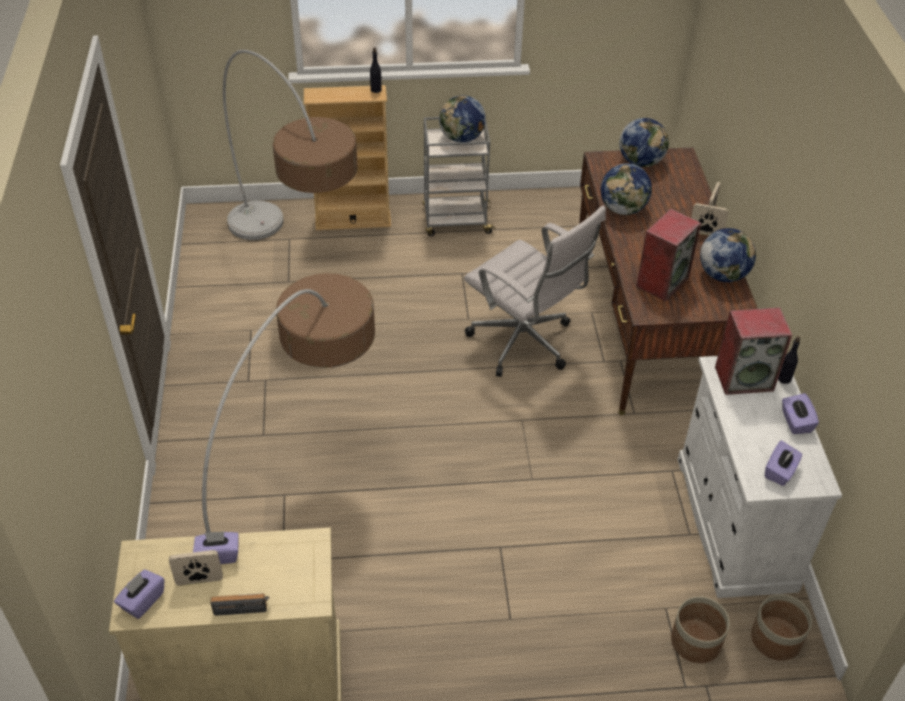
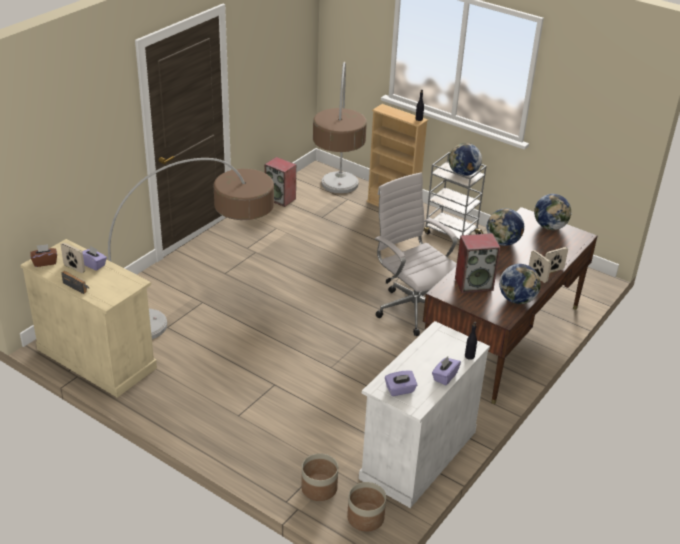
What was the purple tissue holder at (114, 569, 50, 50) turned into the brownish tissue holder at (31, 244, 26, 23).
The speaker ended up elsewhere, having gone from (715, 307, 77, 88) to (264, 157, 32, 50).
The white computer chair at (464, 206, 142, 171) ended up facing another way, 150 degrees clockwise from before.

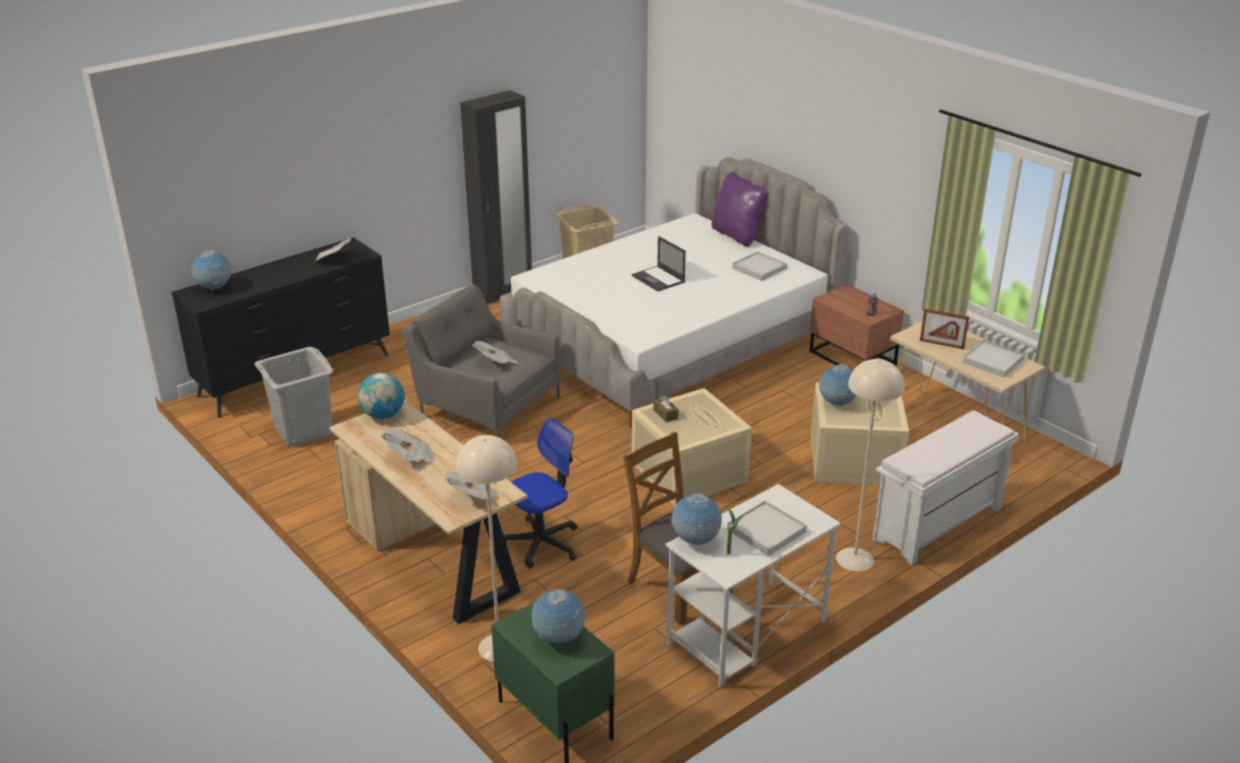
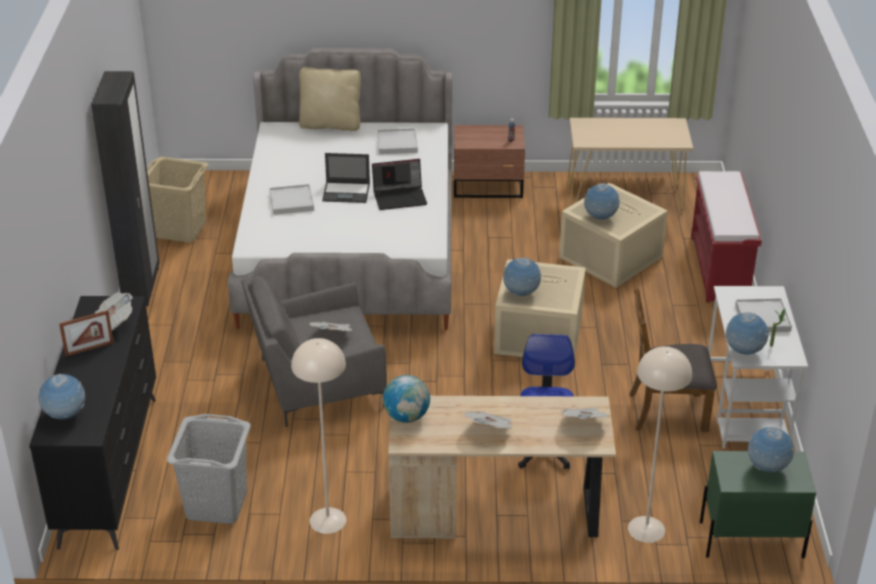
The photo frame ended up elsewhere, having gone from (920, 309, 49, 40) to (59, 310, 55, 46).
The white carrying tray ended up elsewhere, having gone from (963, 340, 62, 37) to (269, 184, 45, 31).
The sand-coloured standard lamp ended up elsewhere, having gone from (836, 359, 69, 213) to (291, 338, 56, 196).
What was the purple cushion at (712, 172, 56, 75) turned into the sand-coloured cushion at (299, 67, 62, 64).
The second view gained the portable computer at (372, 159, 55, 51).
Where the brownish tissue holder stood at (653, 395, 26, 27), the desk globe came to stand at (503, 257, 38, 39).
What was the white bench at (872, 410, 147, 155) turned into the red bench at (691, 171, 71, 132).

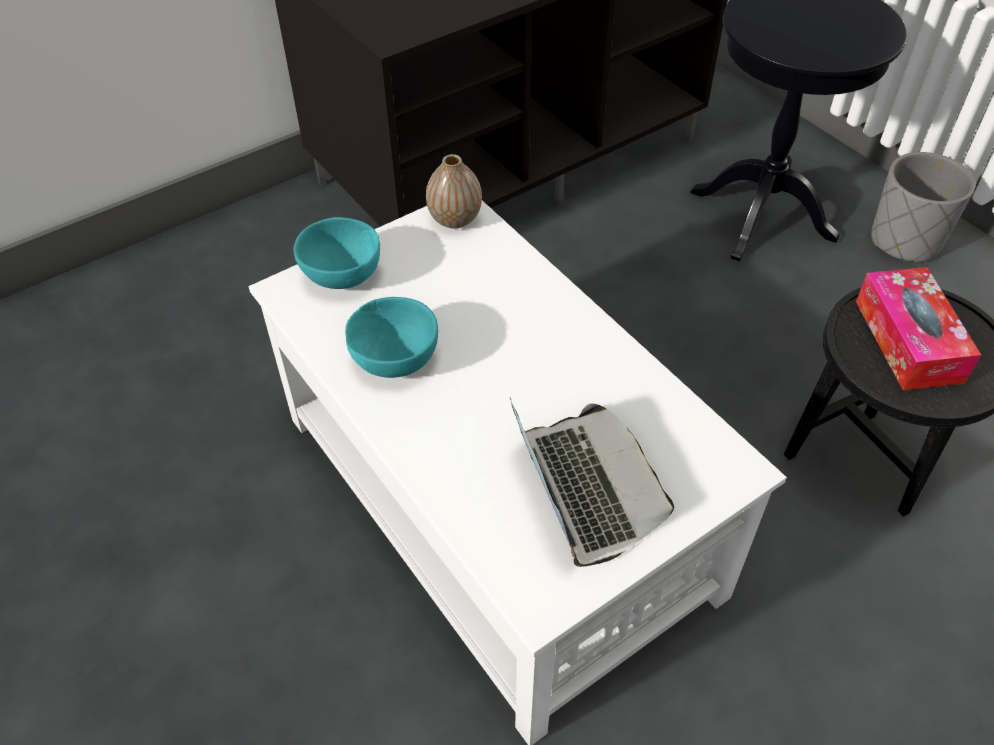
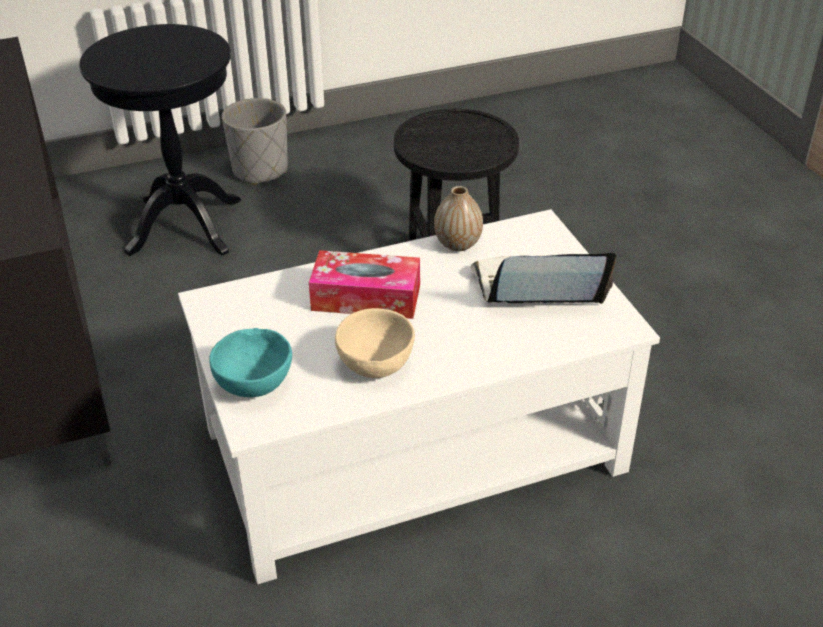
The tissue holder ended up elsewhere, having gone from (856, 267, 125, 123) to (309, 250, 111, 69).
What was the blue-green deep dish at (345, 297, 93, 81) turned into the sand-coloured deep dish at (335, 308, 80, 70).
The flower vase ended up elsewhere, having gone from (426, 154, 56, 75) to (434, 186, 49, 65).

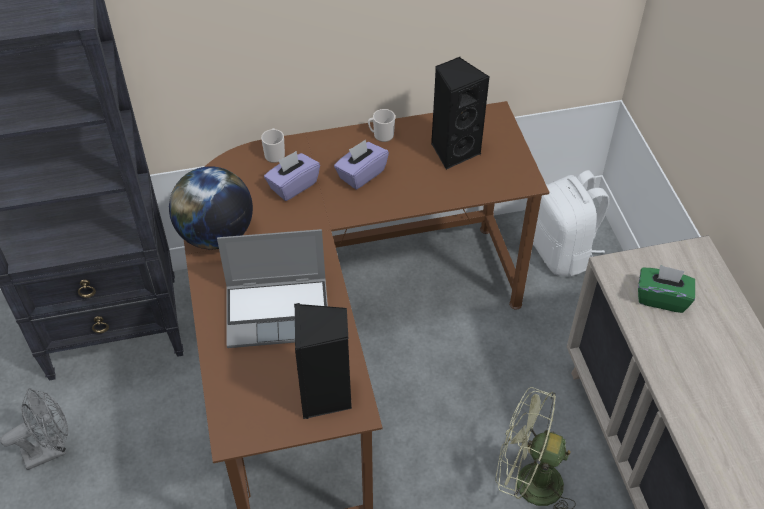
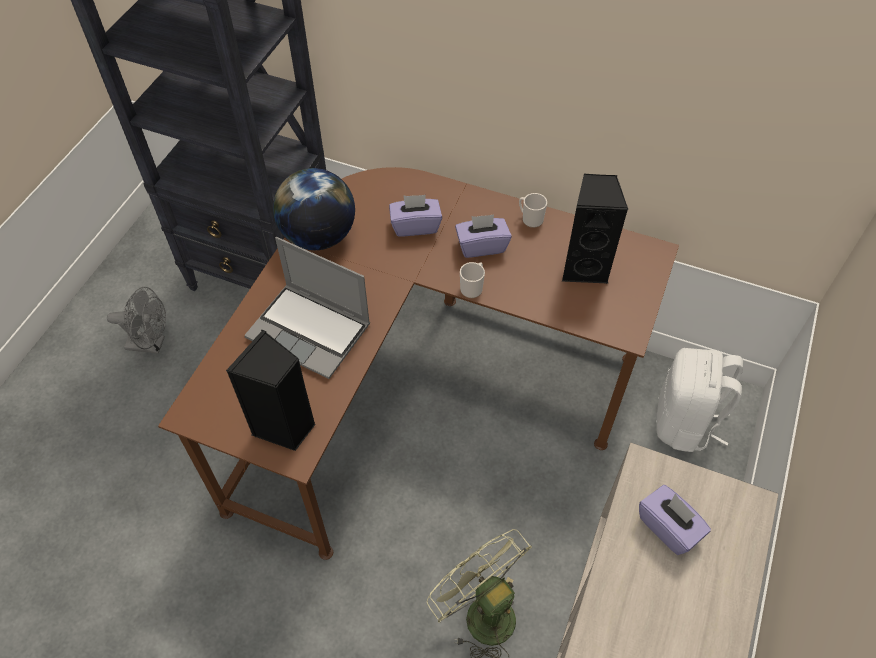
The tea mug ended up elsewhere, having gone from (261, 128, 24, 35) to (460, 262, 25, 36).
What was the green tissue holder at (638, 265, 57, 48) turned into the purple tissue holder at (639, 485, 72, 70).

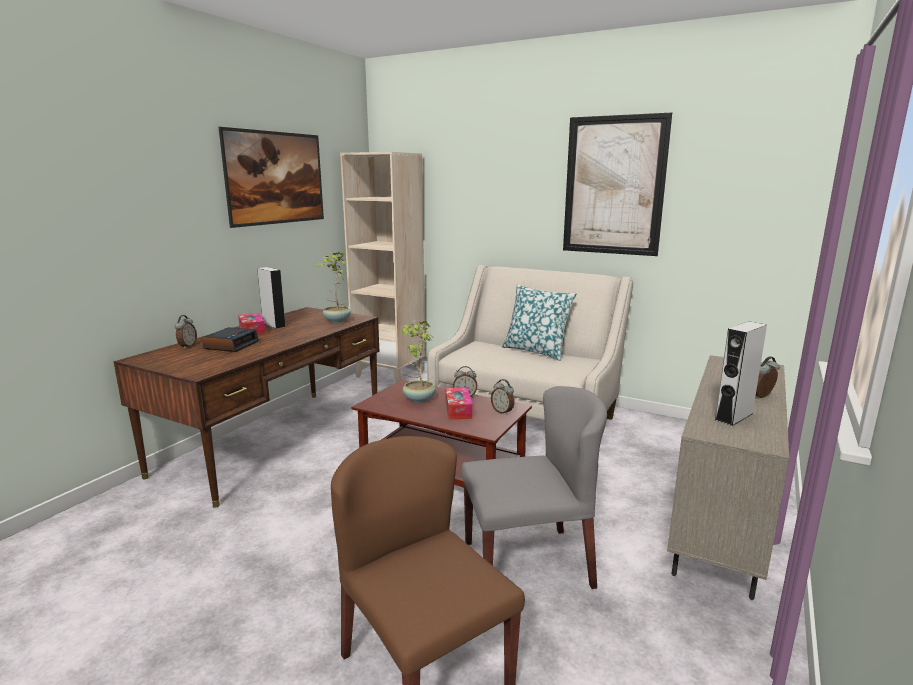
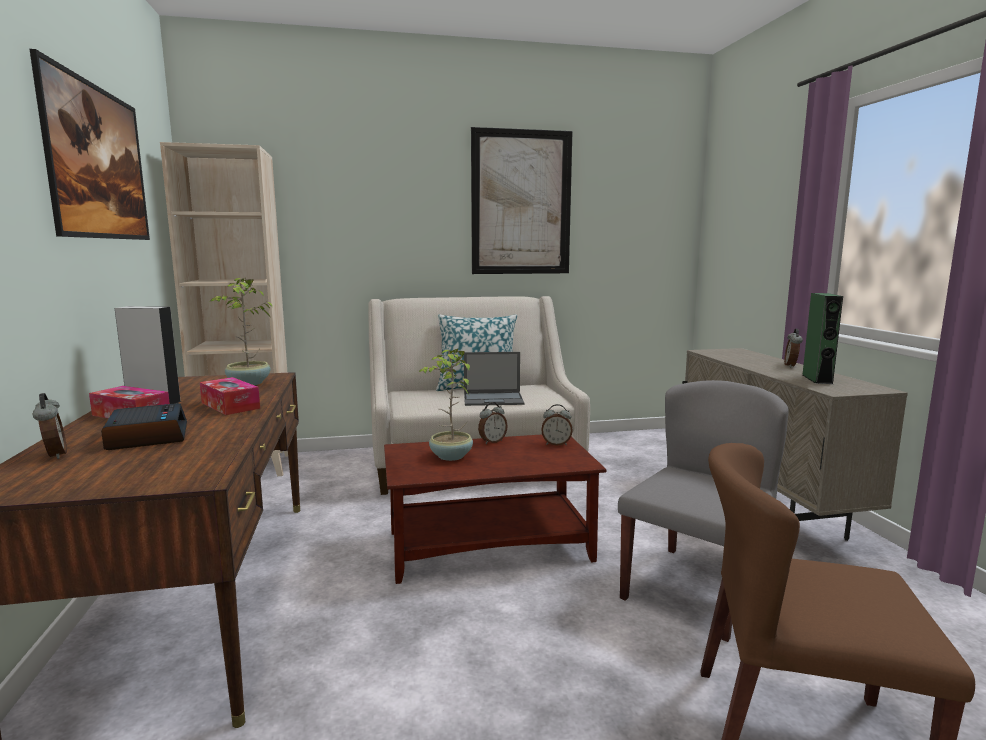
The tissue holder ended up elsewhere, having gone from (446, 387, 27, 32) to (200, 377, 60, 38).
The second view gained the portable computer at (464, 352, 60, 54).
What was the grey speaker at (715, 321, 52, 105) turned into the green speaker at (802, 293, 41, 91).

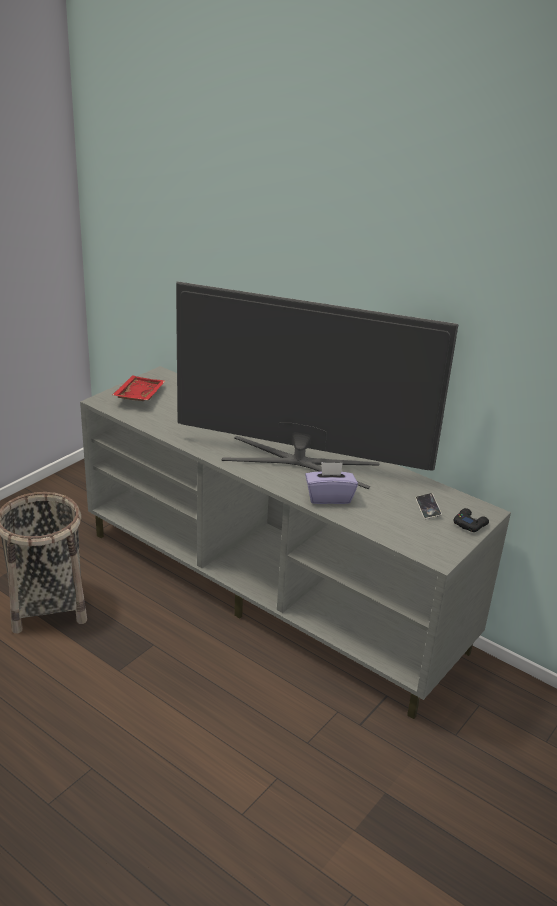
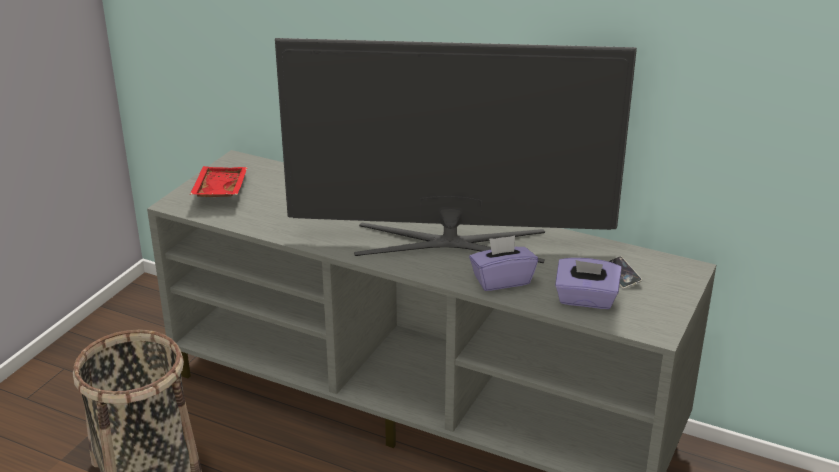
The second view gained the purple tissue holder at (555, 258, 67, 51).
The second view lost the blackish gamepad at (453, 508, 36, 24).

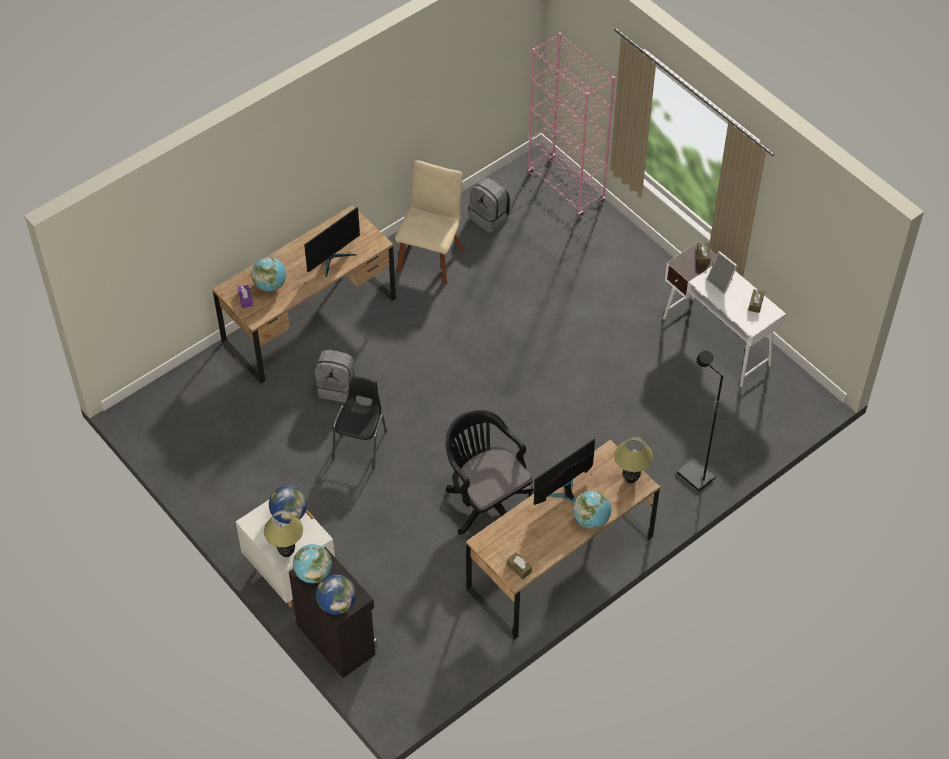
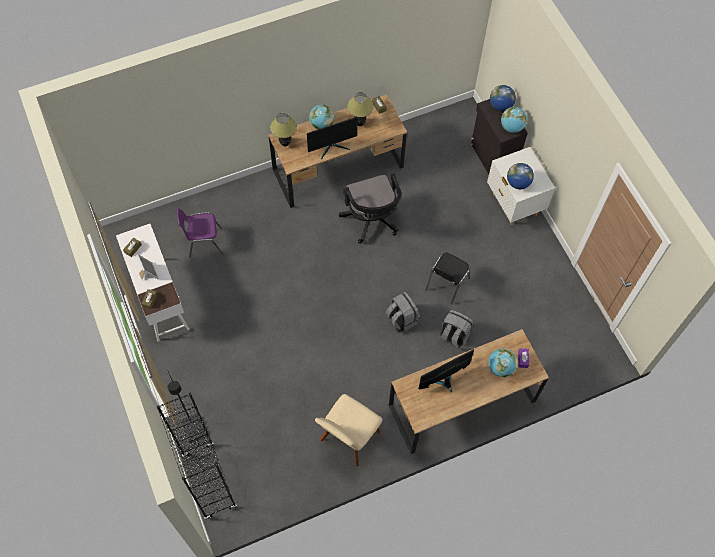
What was the pink bookshelf at (527, 32, 88, 186) turned into the blackish bookshelf at (157, 393, 80, 127).
The blackish standard lamp ended up elsewhere, having gone from (677, 351, 47, 141) to (167, 371, 39, 72).
The second view gained the purple upright chair at (177, 208, 47, 50).
The tabletop lamp ended up elsewhere, having gone from (264, 511, 39, 46) to (347, 92, 27, 34).
The grey backpack ended up elsewhere, having gone from (469, 178, 42, 55) to (386, 292, 34, 40).

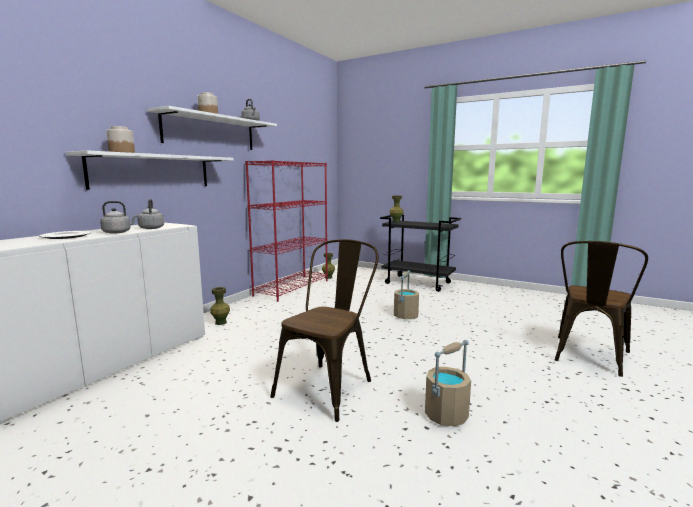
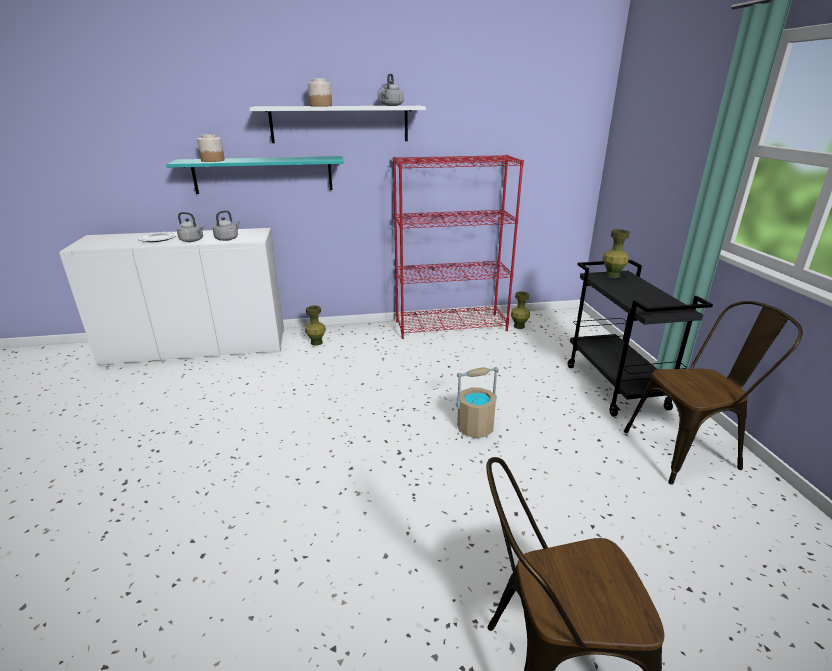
What was the white bracket shelf at (66, 151, 168, 39) turned into the blue-green bracket shelf at (166, 156, 178, 38).
The brownish upright chair ended up elsewhere, having gone from (271, 239, 107, 183) to (624, 301, 179, 184).
The second view lost the sand-coloured water bucket at (425, 340, 46, 86).

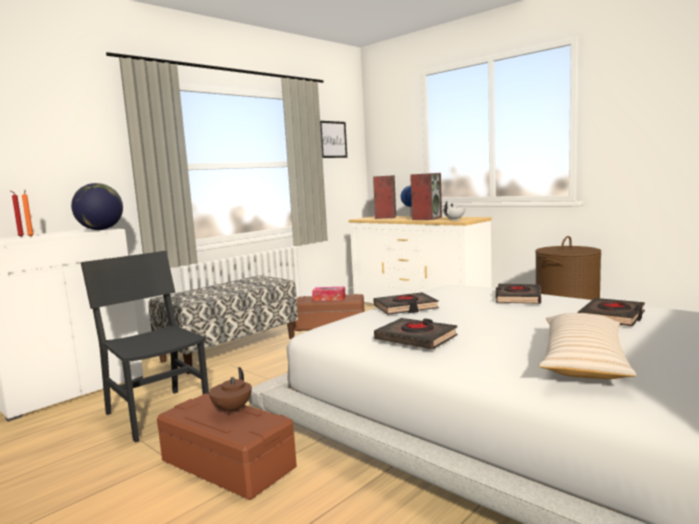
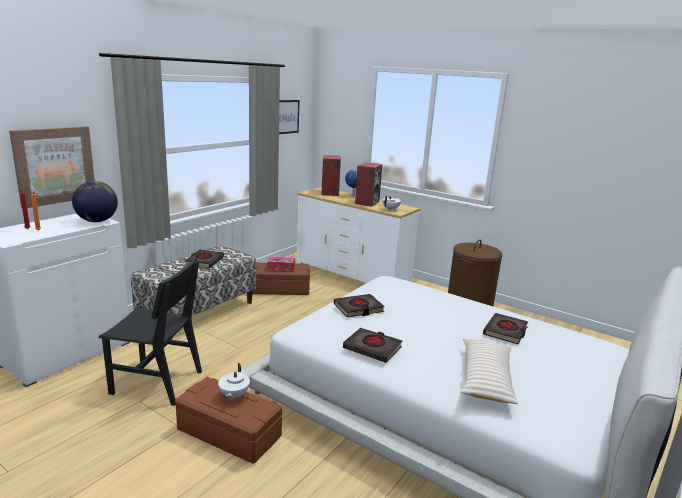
The second view gained the wall art at (9, 126, 86, 82).
The blackish upright chair at (81, 251, 128, 192) ended up facing another way, 150 degrees clockwise from before.
The blackish book ended up elsewhere, having gone from (496, 284, 45, 20) to (185, 250, 39, 18).
What was the brownish teapot at (209, 367, 43, 48) turned into the white teapot at (218, 363, 32, 37).

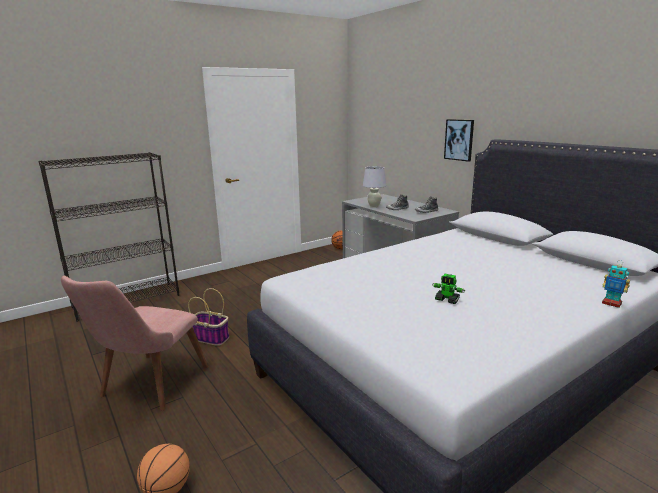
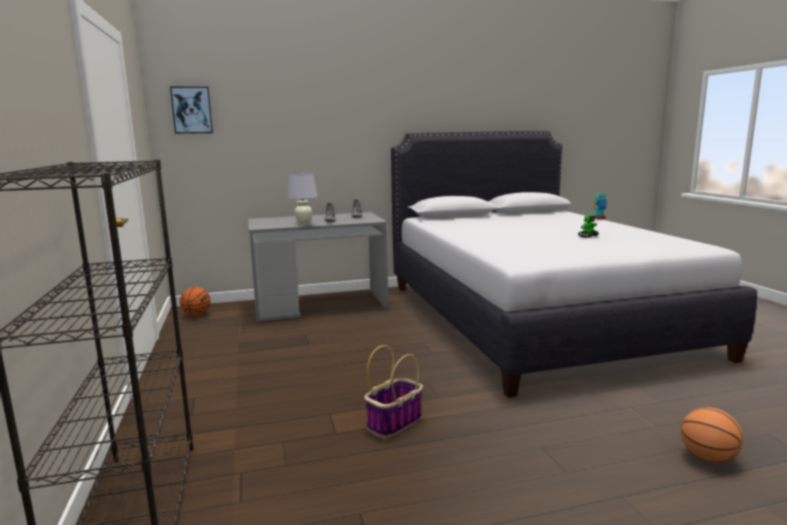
The wall art ended up elsewhere, having gone from (444, 119, 30, 43) to (170, 87, 43, 47).
The second view lost the pink upright chair at (61, 276, 147, 134).

